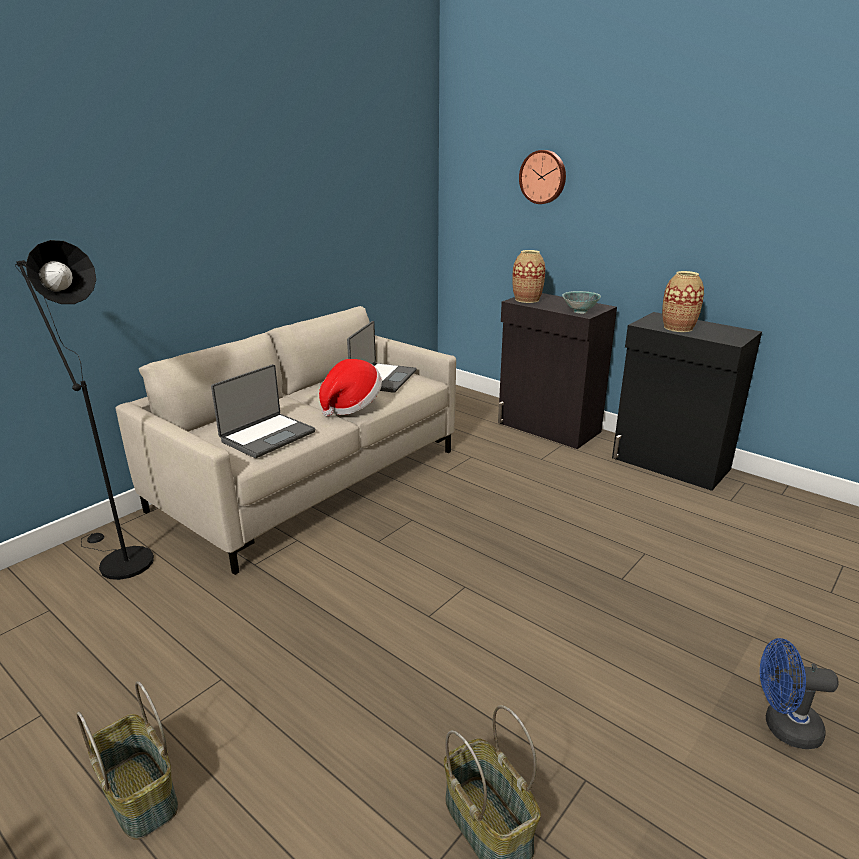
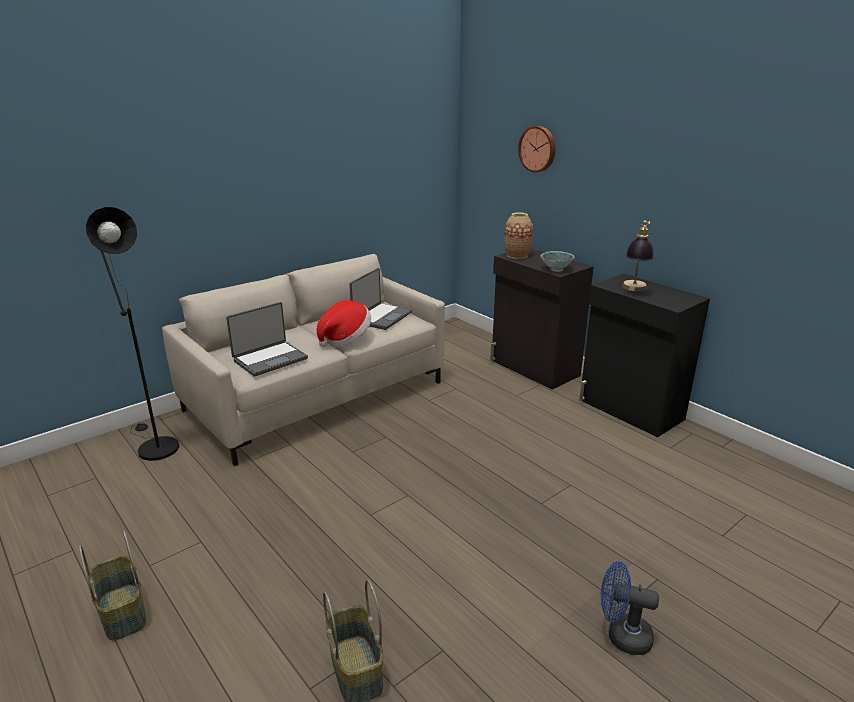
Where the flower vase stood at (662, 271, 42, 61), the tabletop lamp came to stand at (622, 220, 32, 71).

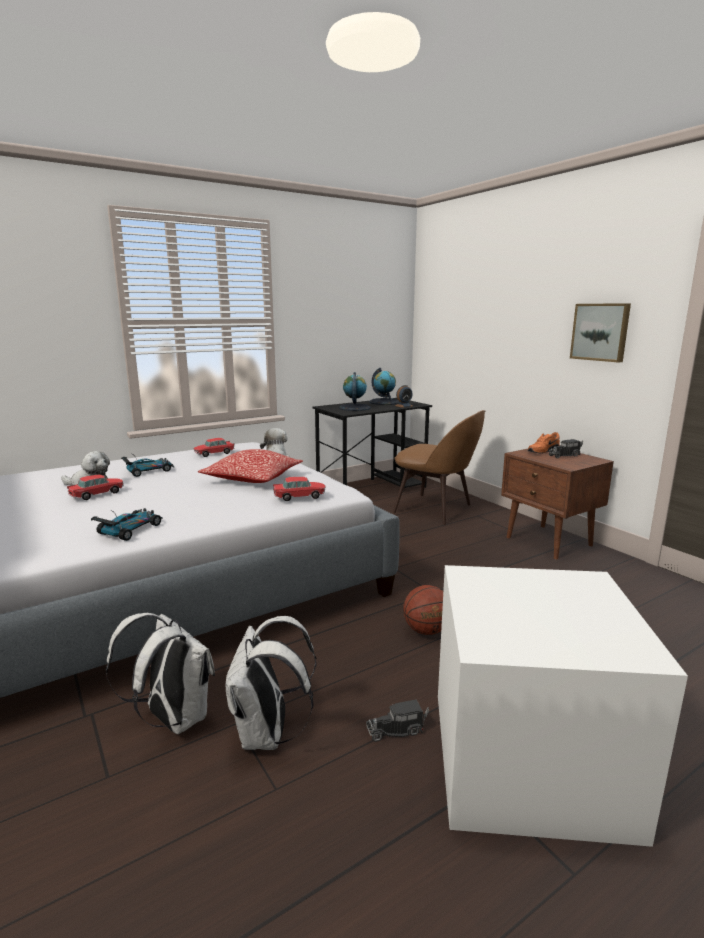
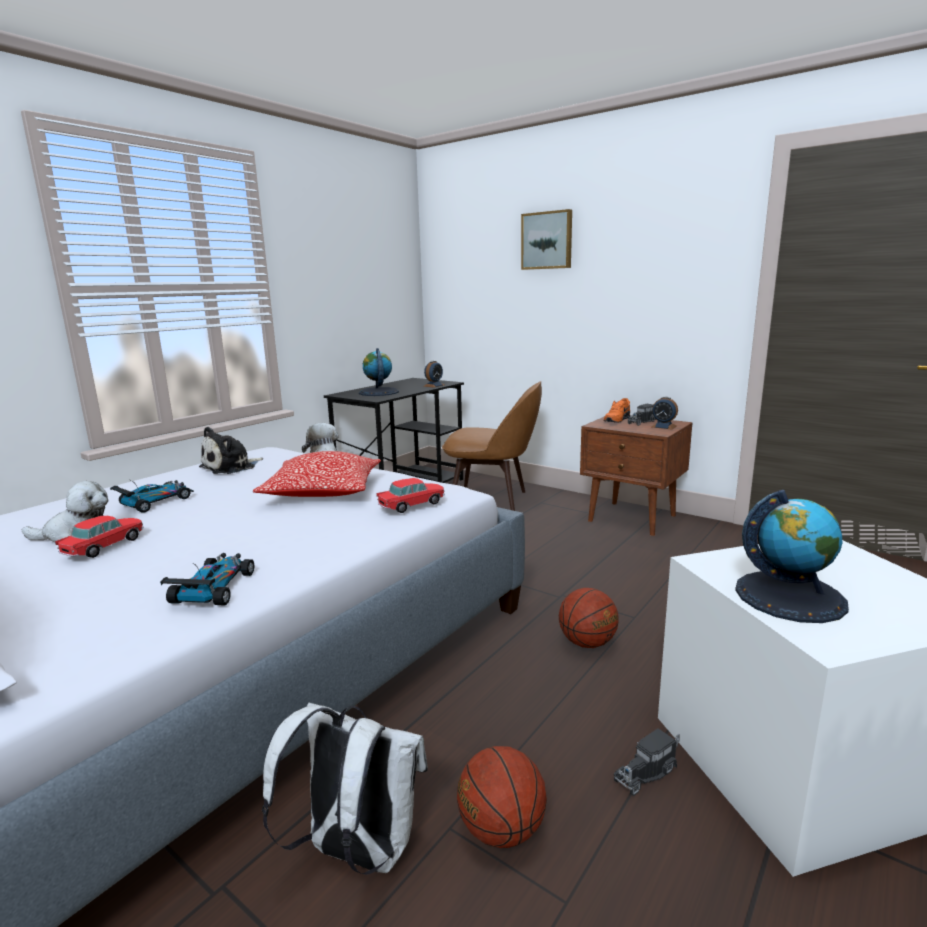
Where the miniature car stood at (194, 438, 41, 19), the cuddly toy came to stand at (199, 427, 64, 47).
Where the white backpack stood at (226, 616, 90, 134), the basketball came to stand at (457, 746, 90, 102).
The wall art ended up elsewhere, having gone from (570, 303, 61, 60) to (521, 209, 51, 61).
The second view gained the table clock at (652, 397, 26, 32).
The desk globe ended up elsewhere, having gone from (369, 368, 31, 37) to (735, 490, 114, 133).

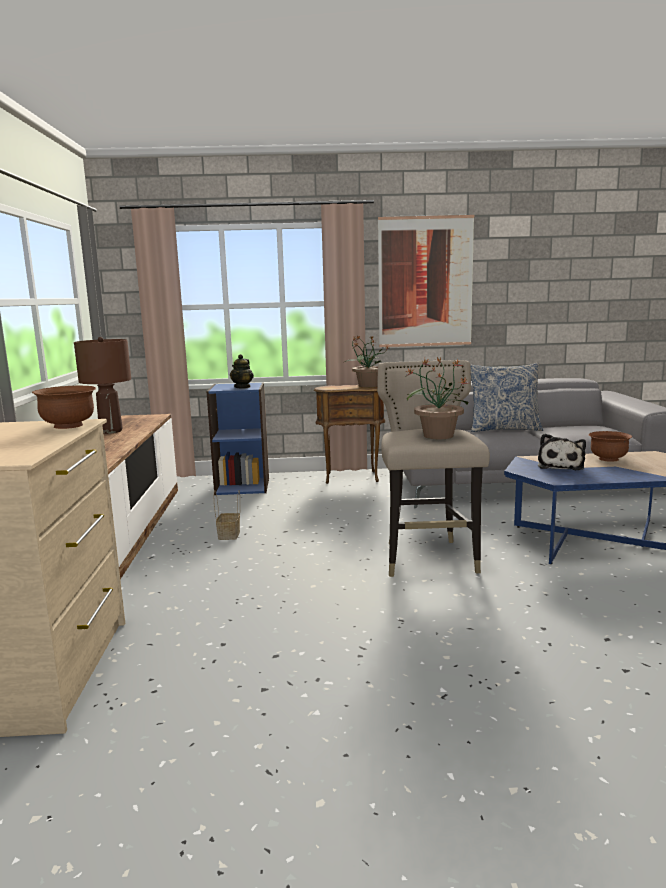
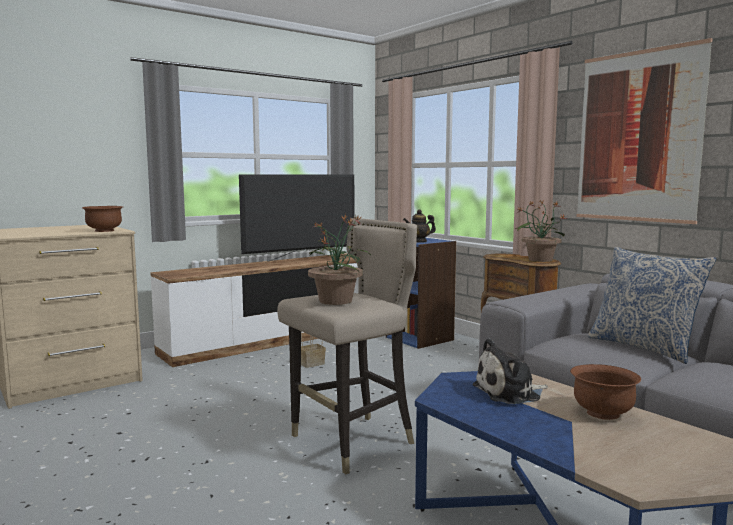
Where the brownish tabletop lamp stood at (74, 337, 57, 97), the TV set came to stand at (239, 174, 115, 89).

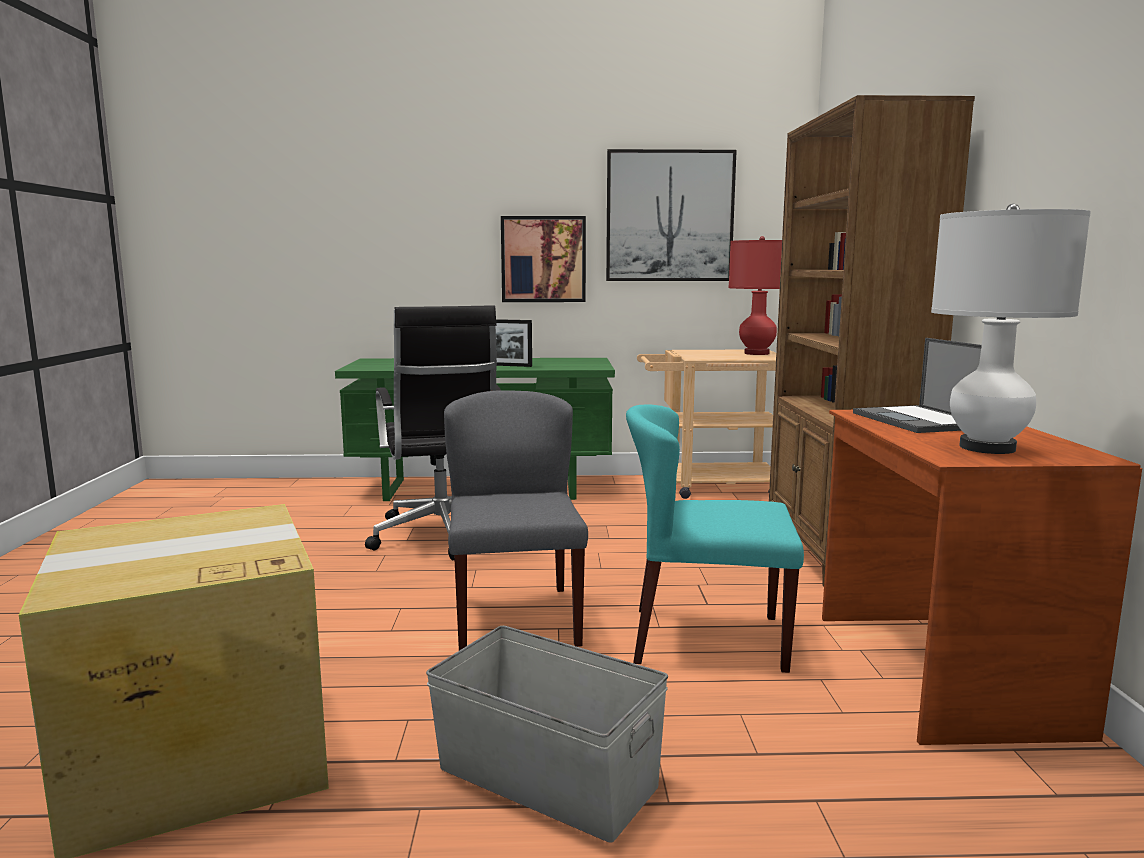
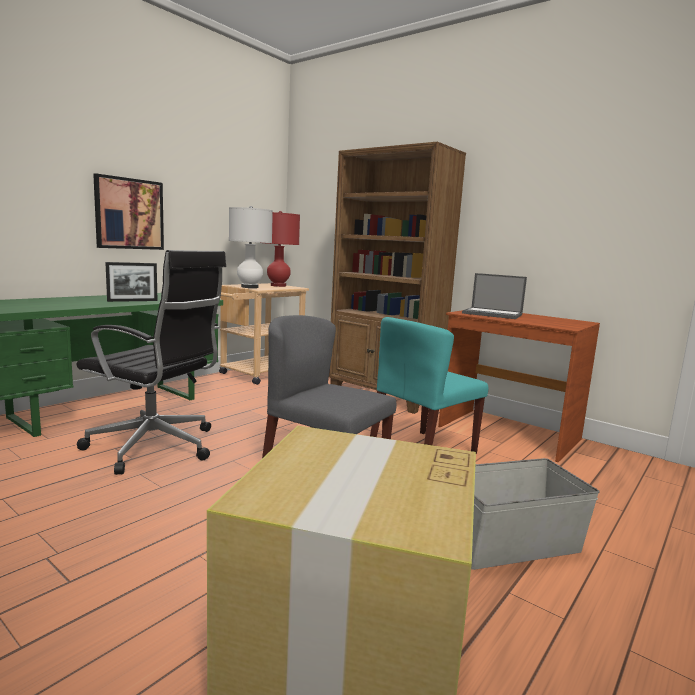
The white tabletop lamp ended up elsewhere, having gone from (931, 204, 160, 250) to (229, 206, 44, 82).
The second view lost the wall art at (606, 149, 131, 132).

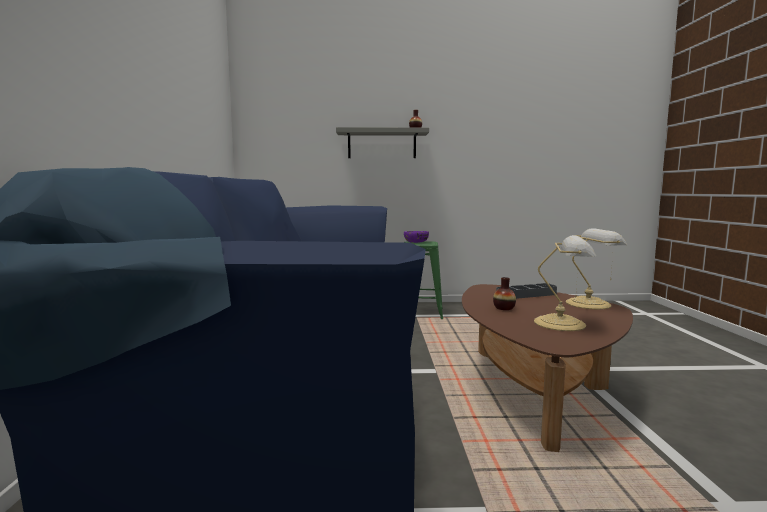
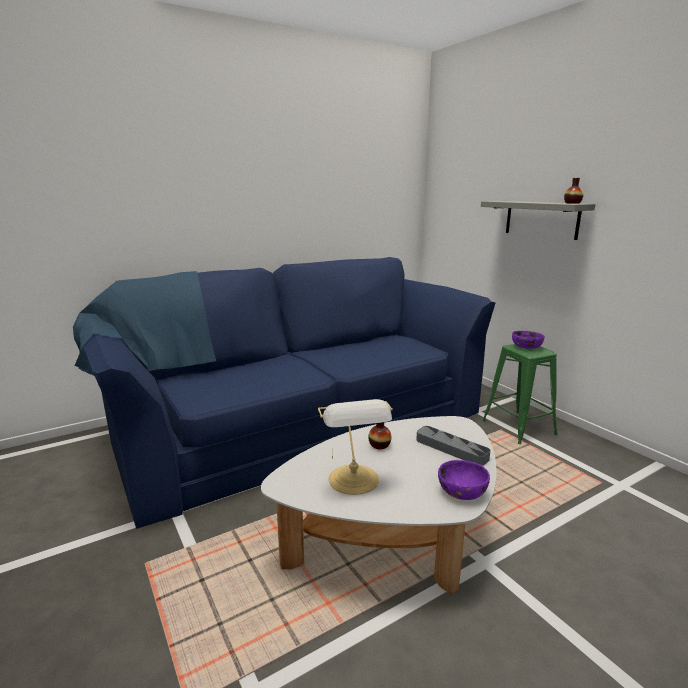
What was the brownish coffee table at (462, 284, 171, 168) turned into the white coffee table at (261, 416, 235, 178).
Where the tabletop lamp stood at (566, 228, 62, 82), the purple deep dish came to stand at (438, 460, 52, 40).

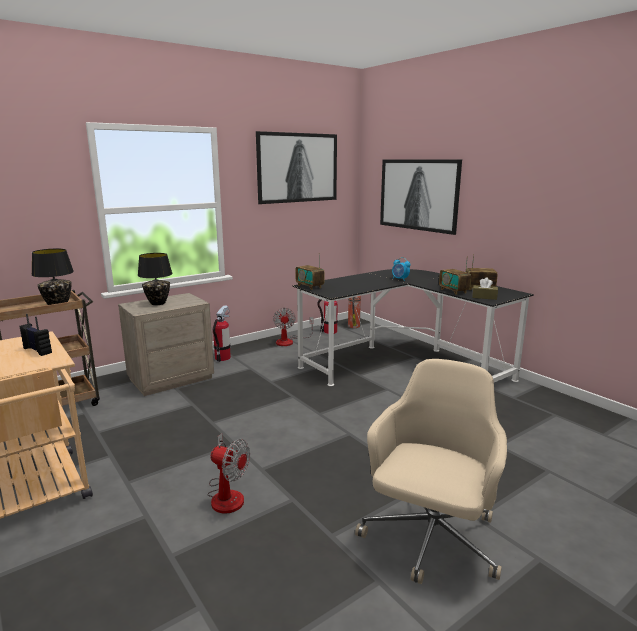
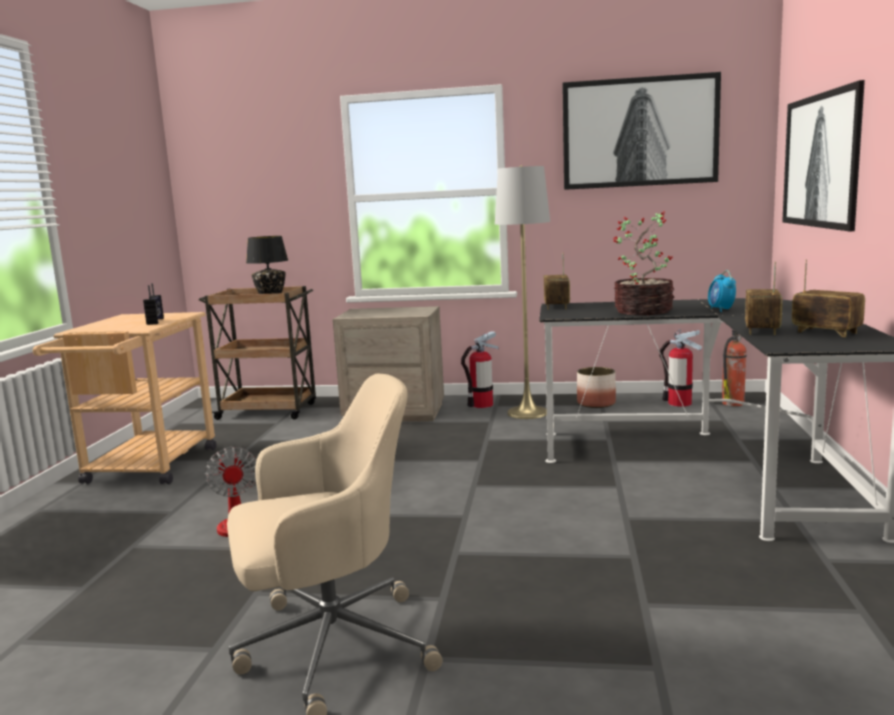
The second view gained the grey standard lamp at (495, 165, 55, 254).
Where the electric fan stood at (273, 308, 41, 38), the plant pot came to stand at (577, 367, 39, 41).
The second view gained the potted plant at (613, 211, 61, 104).
The second view lost the blackish tabletop lamp at (138, 253, 34, 52).
The second view lost the brownish tissue holder at (472, 277, 26, 23).

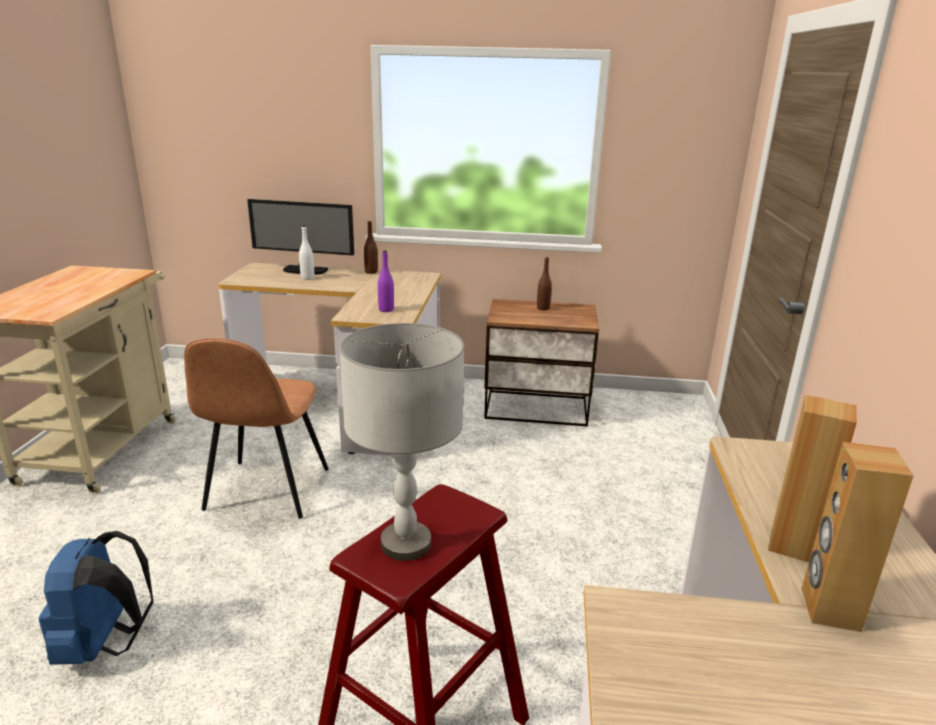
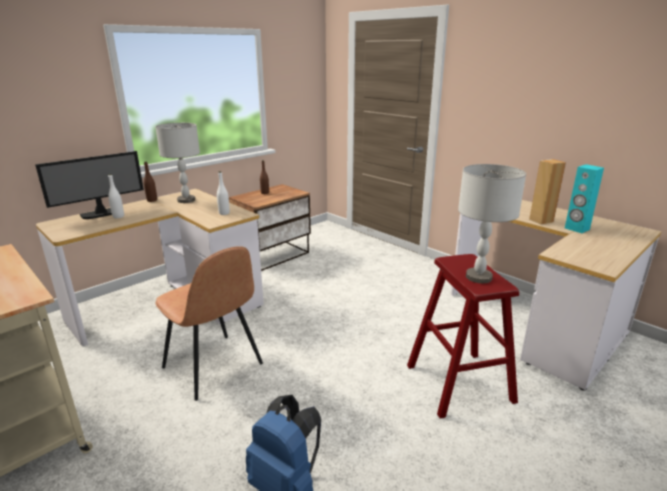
The second view gained the grey tabletop lamp at (155, 123, 45, 80).
What was the purple drink bottle at (378, 250, 16, 62) turned into the white drink bottle at (217, 171, 13, 44).
What was the brownish speaker at (801, 442, 113, 190) turned into the blue-green speaker at (565, 164, 39, 69).

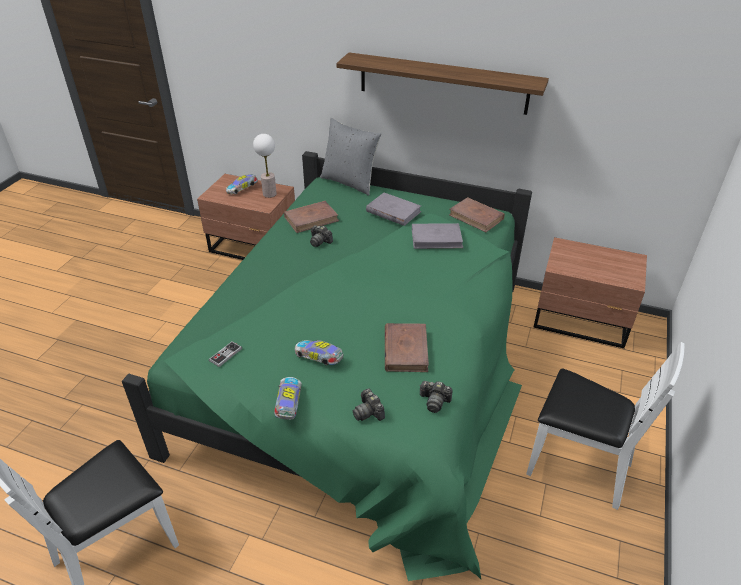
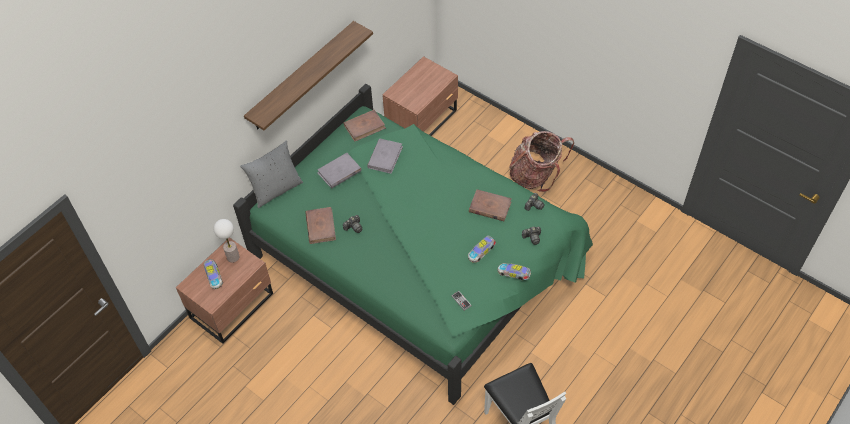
Where the white upright chair stood at (526, 342, 159, 168), the backpack came to stand at (509, 131, 65, 61).

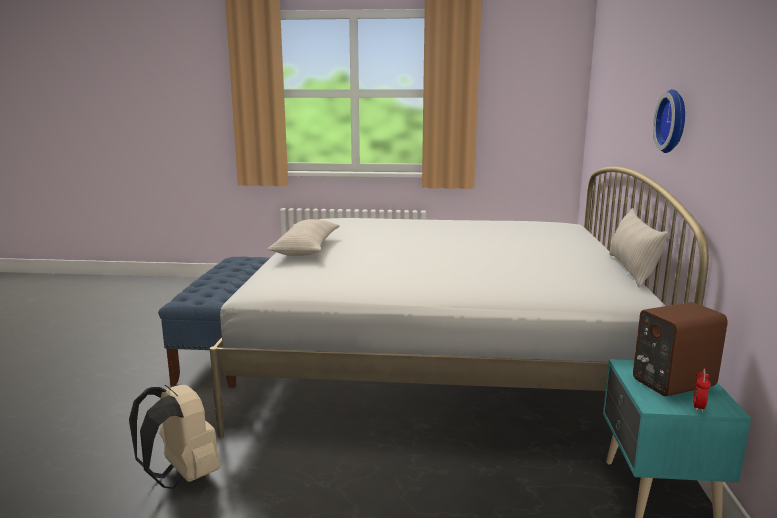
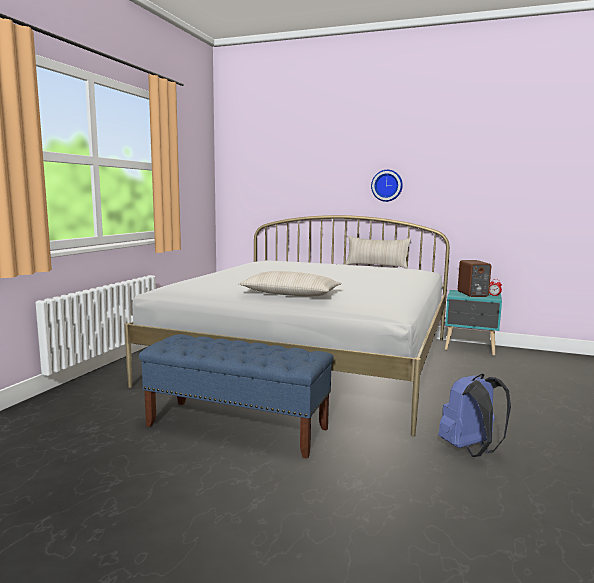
What was the sand-coloured backpack at (129, 385, 91, 104) turned into the blue backpack at (438, 373, 73, 84).

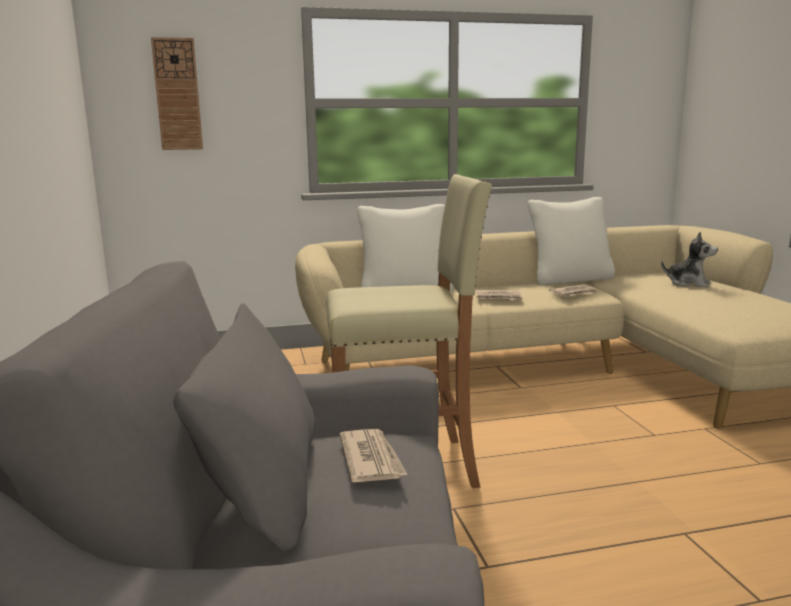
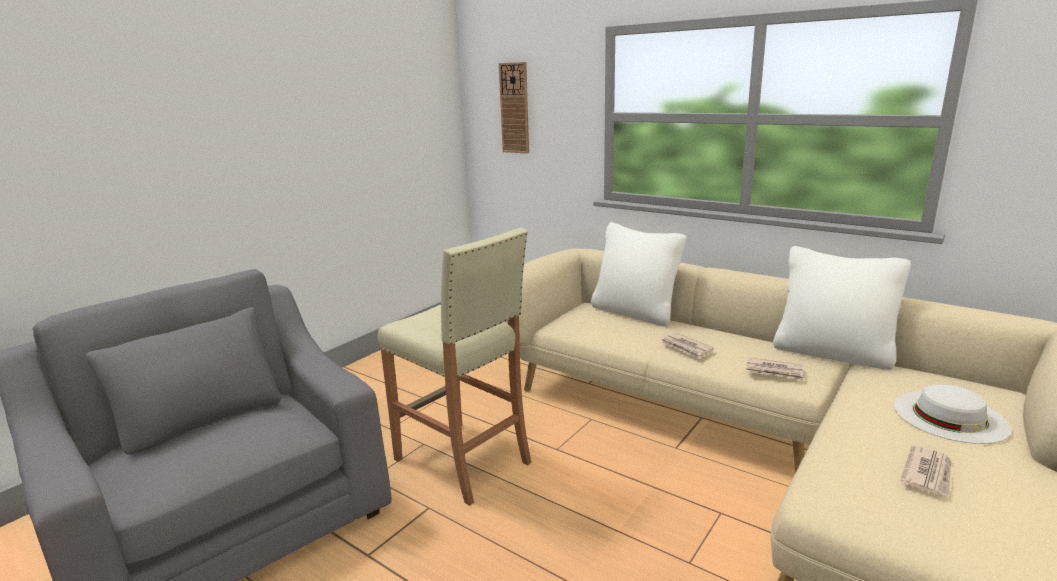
Where the cuddly toy stood at (661, 232, 57, 56), the white hat came to stand at (893, 384, 119, 60).
The newspaper ended up elsewhere, having gone from (340, 429, 68, 53) to (900, 445, 51, 52).

